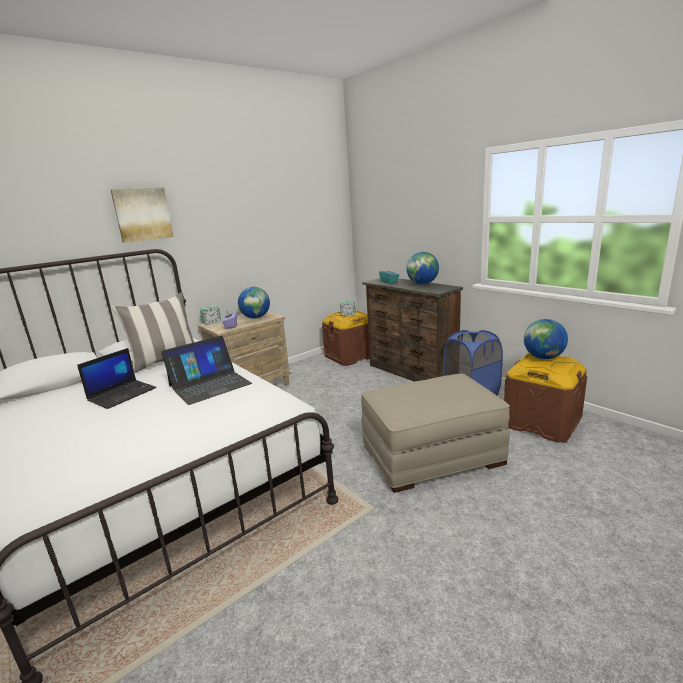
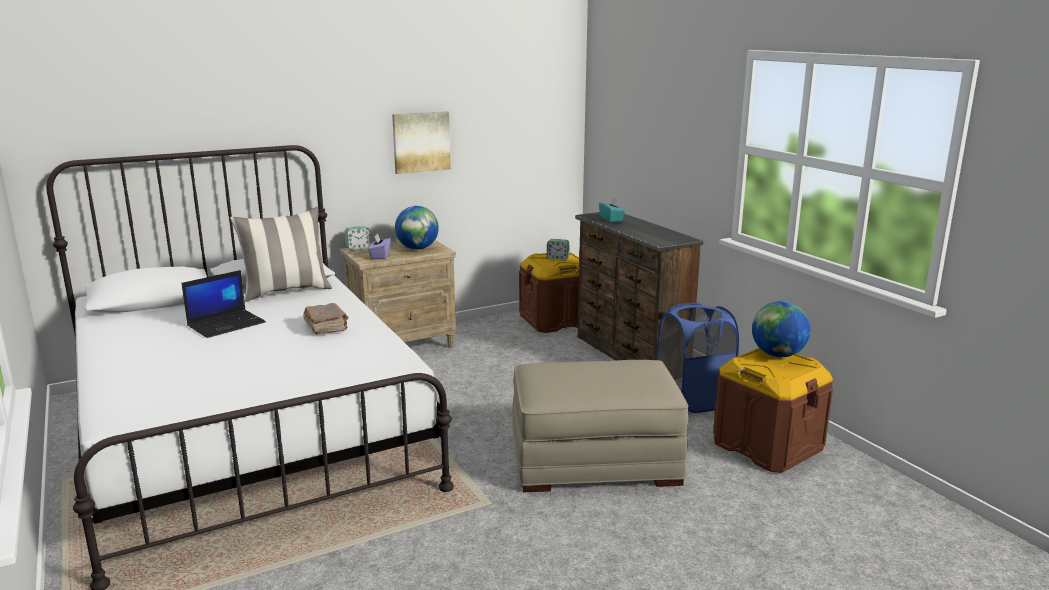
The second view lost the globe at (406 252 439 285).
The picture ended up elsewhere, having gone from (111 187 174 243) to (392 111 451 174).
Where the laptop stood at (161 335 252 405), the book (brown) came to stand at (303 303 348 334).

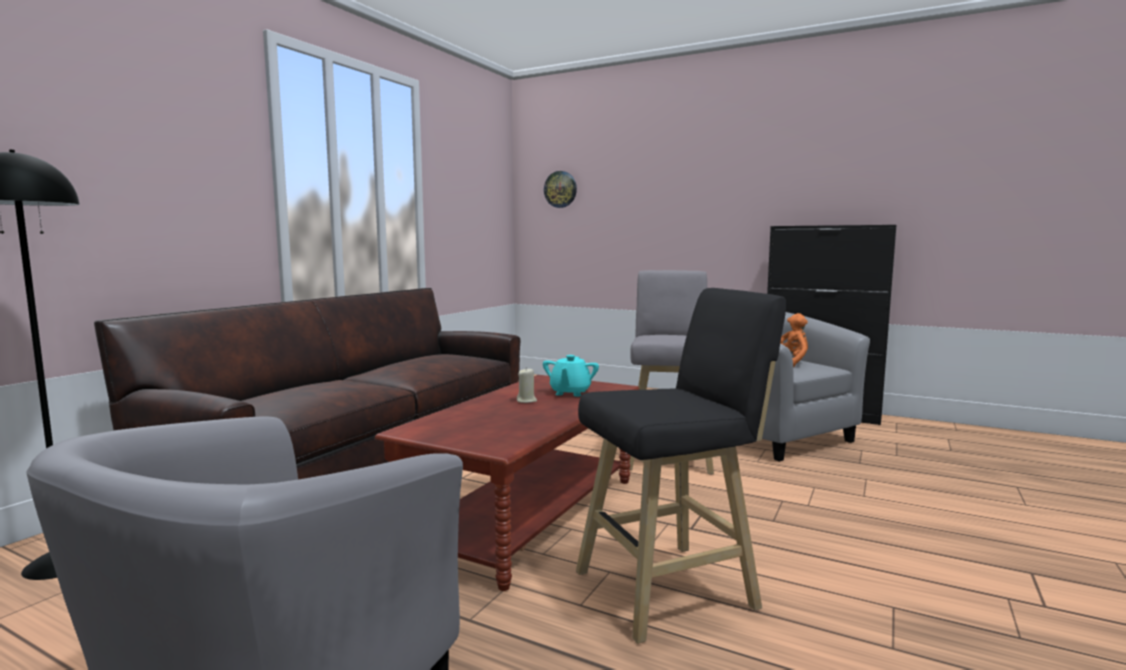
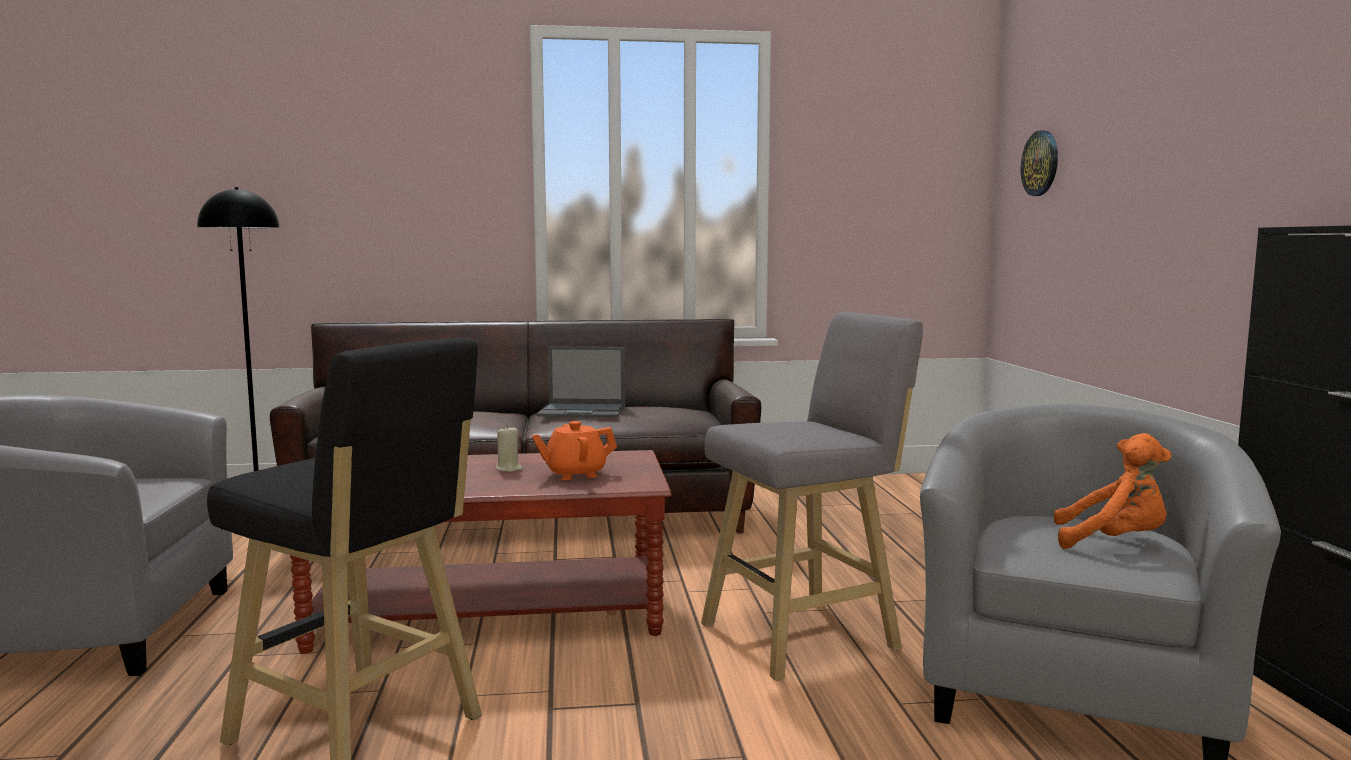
The second view gained the laptop at (537 346 625 418).
What was the teapot (turquoise) at (543 355 599 397) turned into the teapot (orange) at (532 421 617 480).

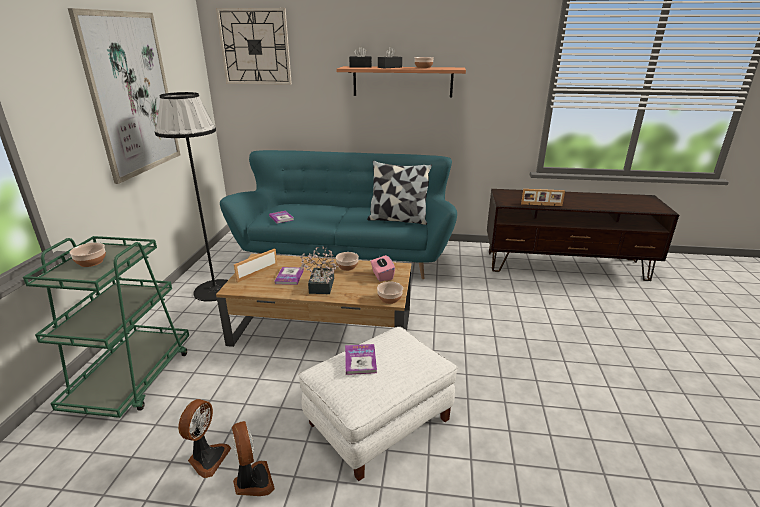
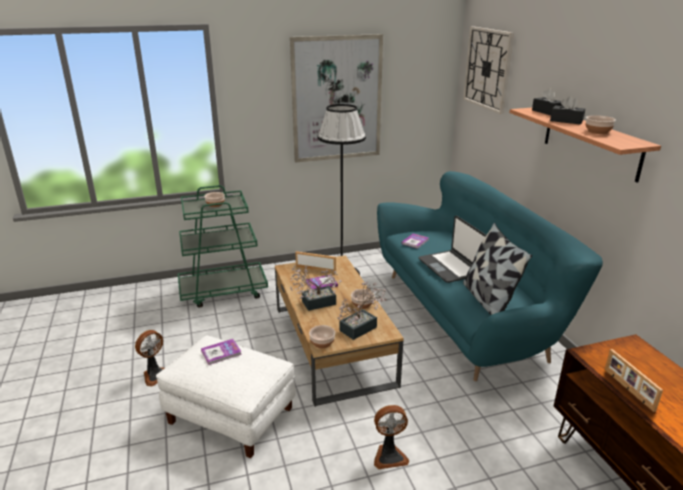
The second view gained the laptop at (419 216 486 283).
The fan ended up elsewhere, having gone from (178 399 231 478) to (374 405 409 469).
Where the tissue box (pink) stood at (370 255 395 281), the potted plant came to stand at (337 282 387 340).

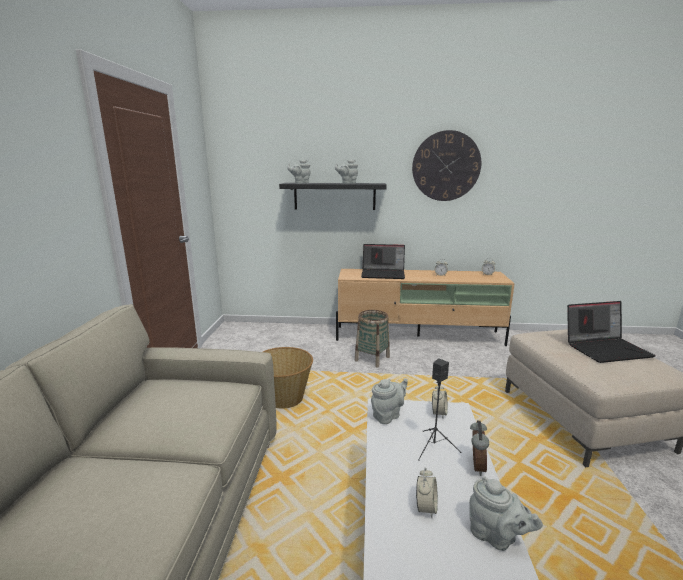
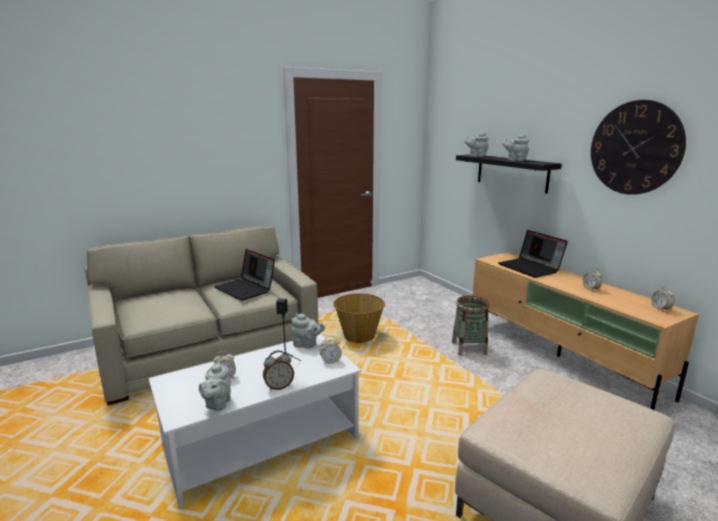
The laptop ended up elsewhere, having gone from (567 301 656 363) to (214 249 275 301).

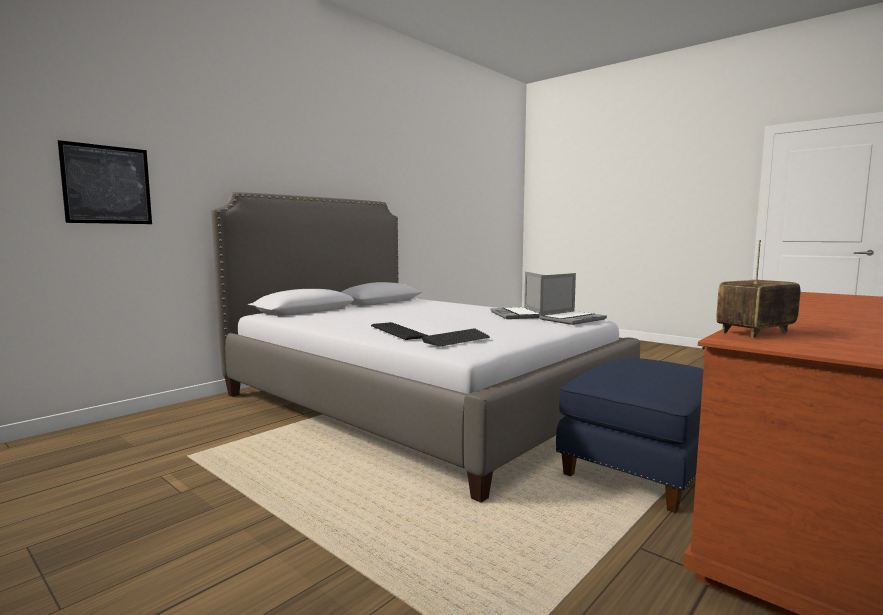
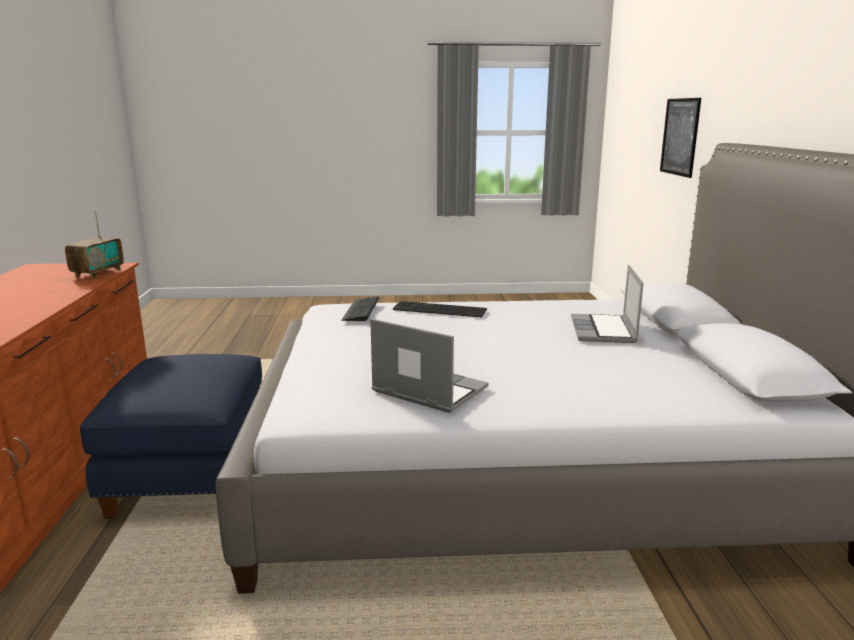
The laptop ended up elsewhere, having gone from (539 273 607 325) to (571 265 643 343).

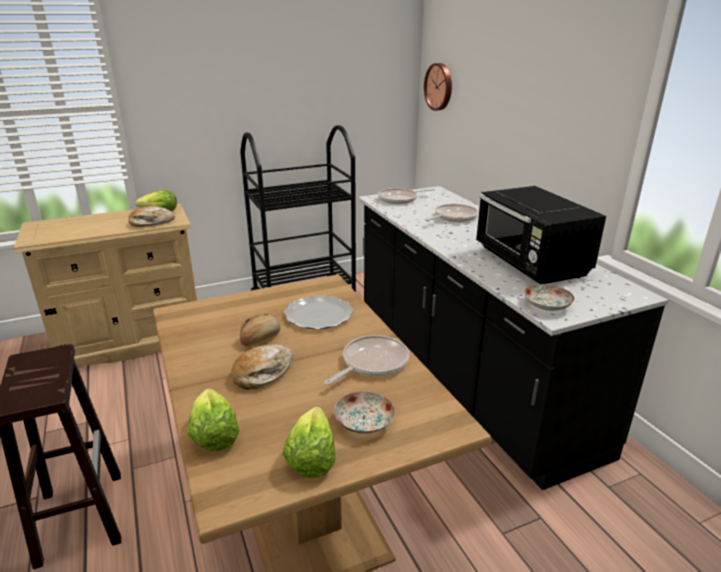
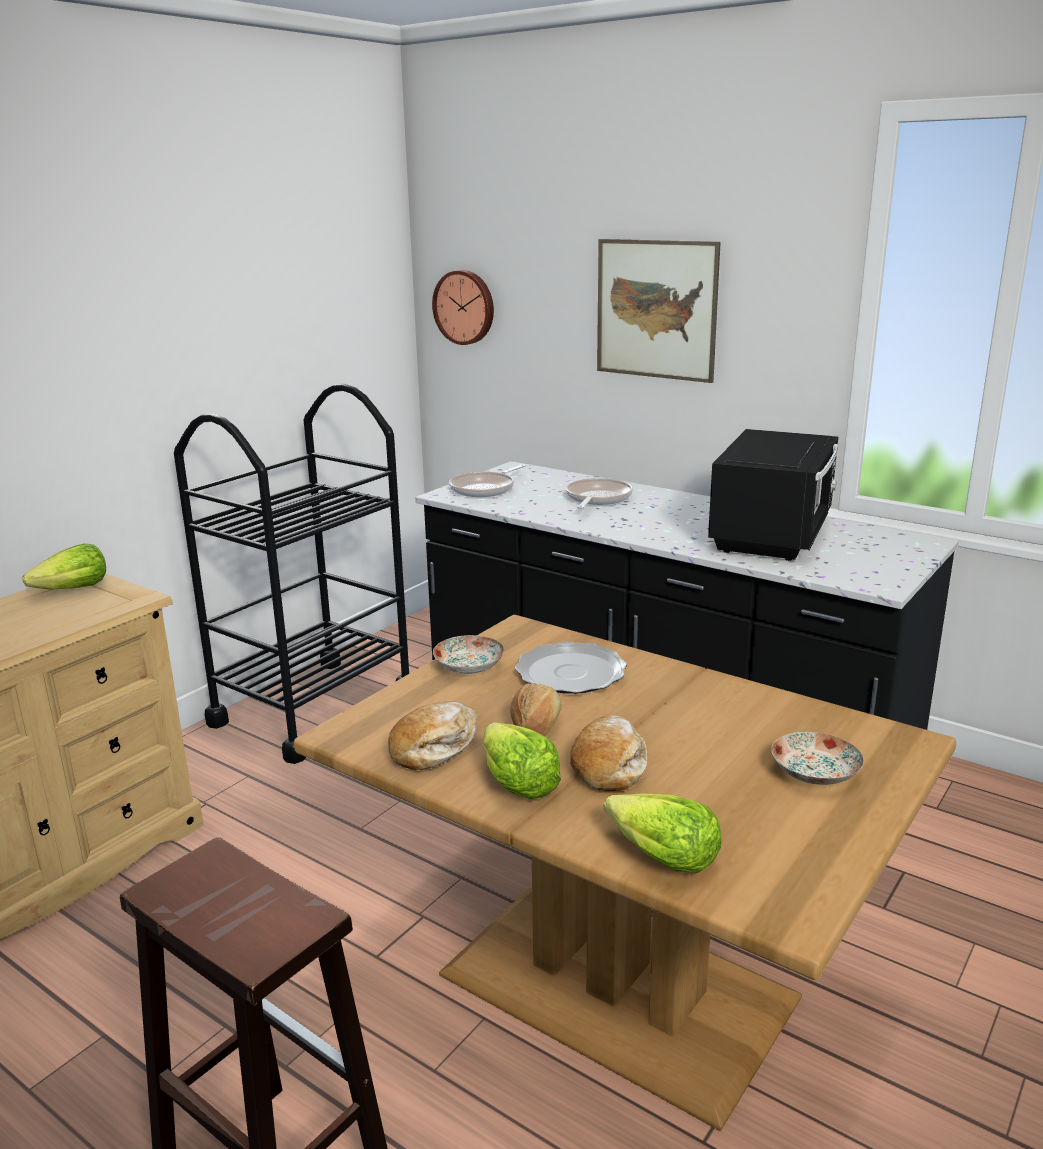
The second view lost the frying pan at (325 335 409 385).
The second view gained the picture at (597 239 721 383).
The bread ended up elsewhere, having gone from (129 206 175 227) to (388 701 479 770).
The lettuce ended up elsewhere, having gone from (282 407 336 478) to (483 723 561 799).
The plate ended up elsewhere, having gone from (524 284 574 311) to (433 635 504 674).
The microwave (black) at (476 186 606 284) ended up facing another way, 105 degrees counterclockwise from before.

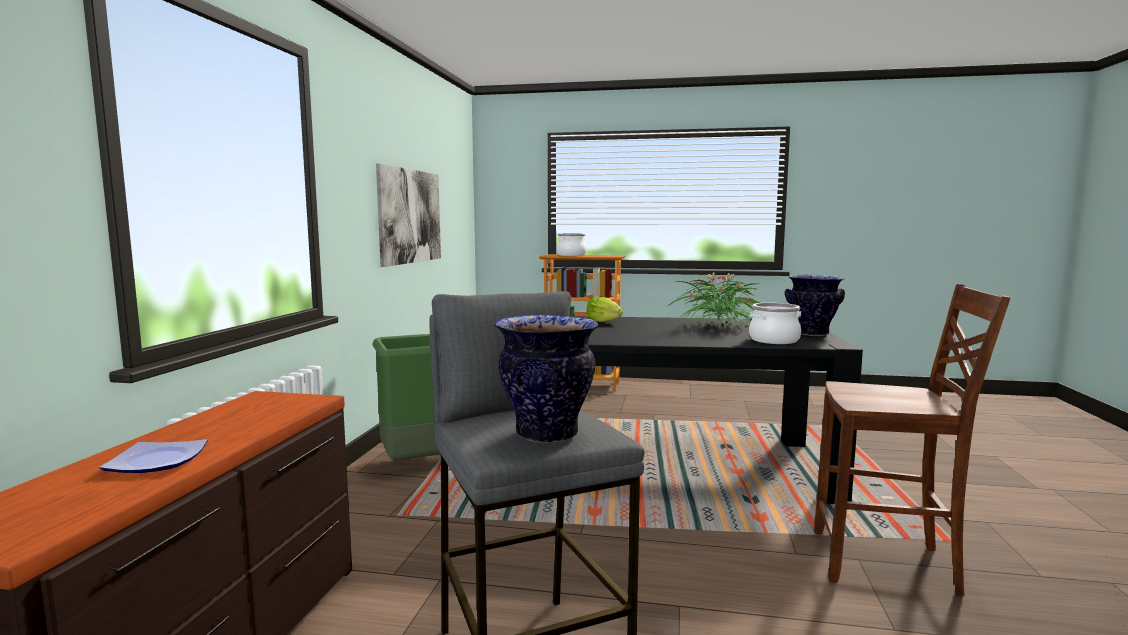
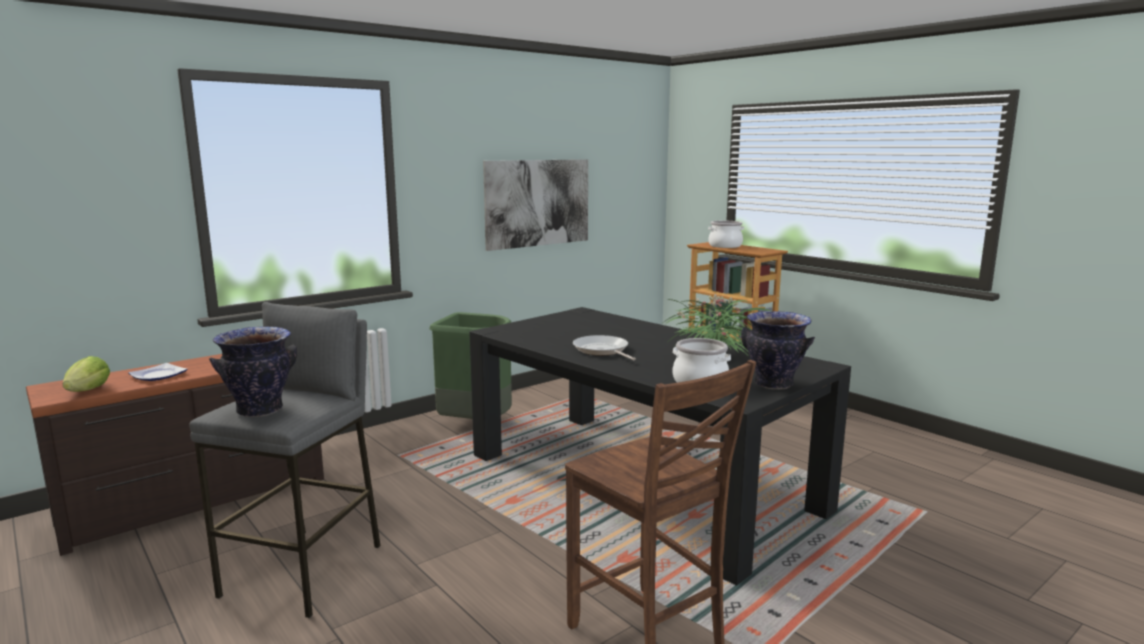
The second view gained the frying pan at (573 335 636 360).
The lettuce ended up elsewhere, having gone from (586 296 623 322) to (63 356 110 392).

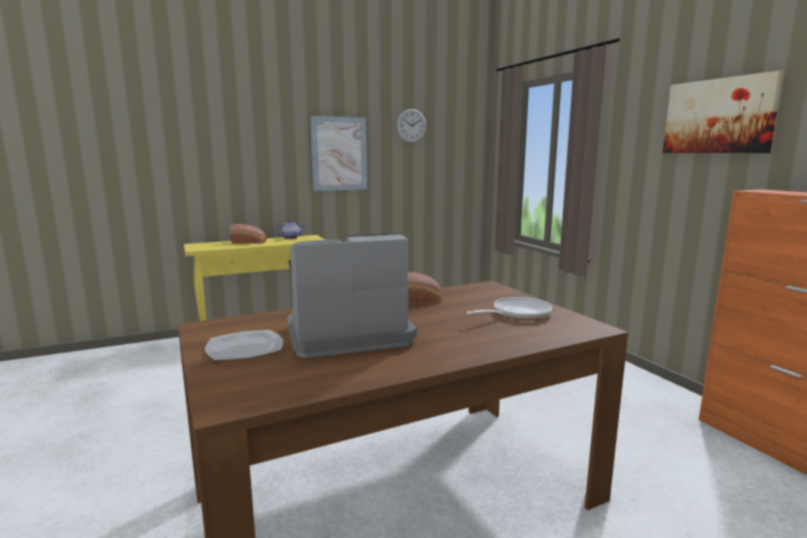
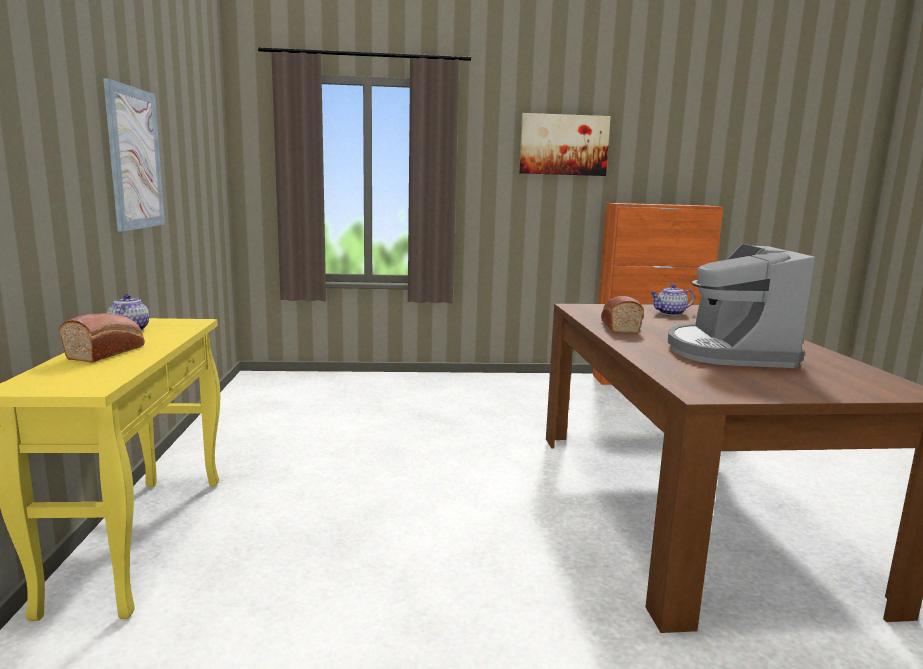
The second view lost the plate at (205 330 283 361).
The second view lost the wall clock at (396 109 427 143).
Where the frying pan stood at (466 297 552 320), the teapot came to stand at (650 284 694 315).

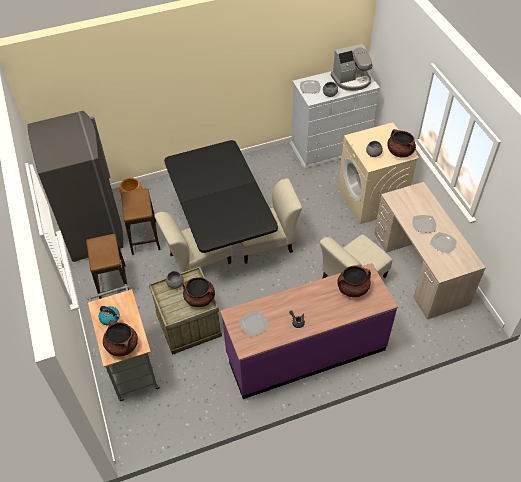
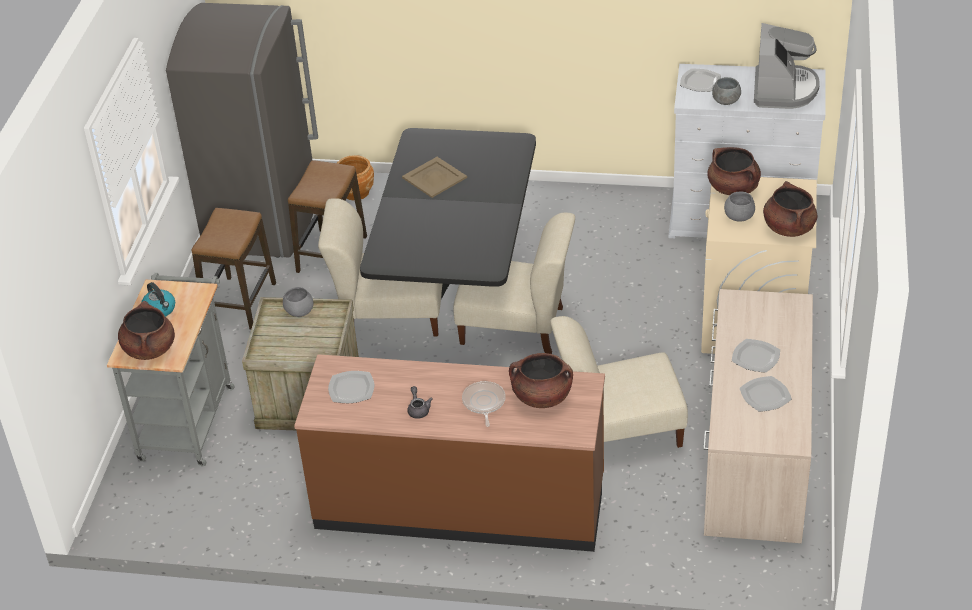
The second view gained the tray (beige) at (402 157 467 198).
The second view gained the frying pan at (462 381 506 427).
The cooking pot (brown) ended up elsewhere, having gone from (182 277 215 307) to (707 147 761 195).
What was the counter (purple) at (220 263 398 399) turned into the counter (brown) at (294 354 605 552).
The coffee machine at (331 44 373 91) ended up facing another way, 90 degrees counterclockwise from before.

